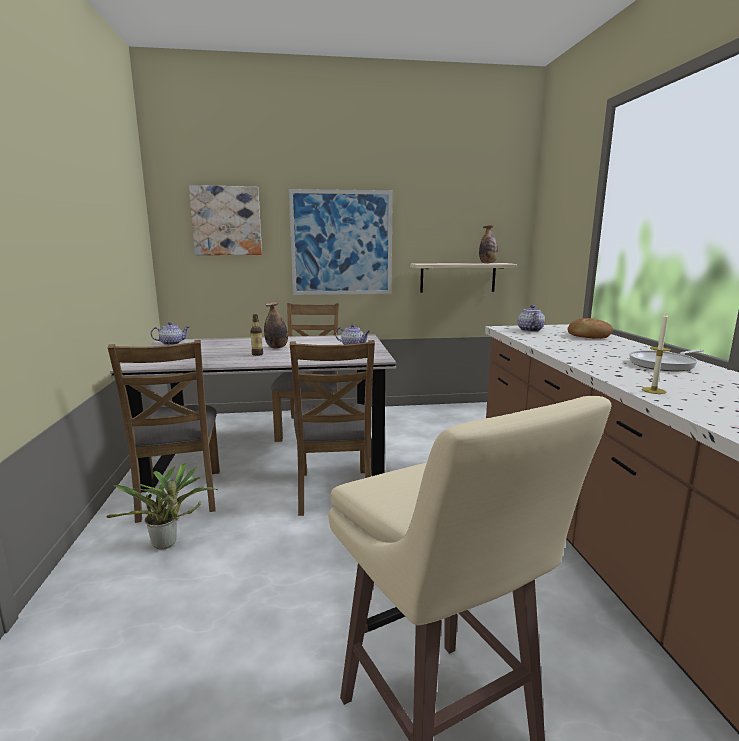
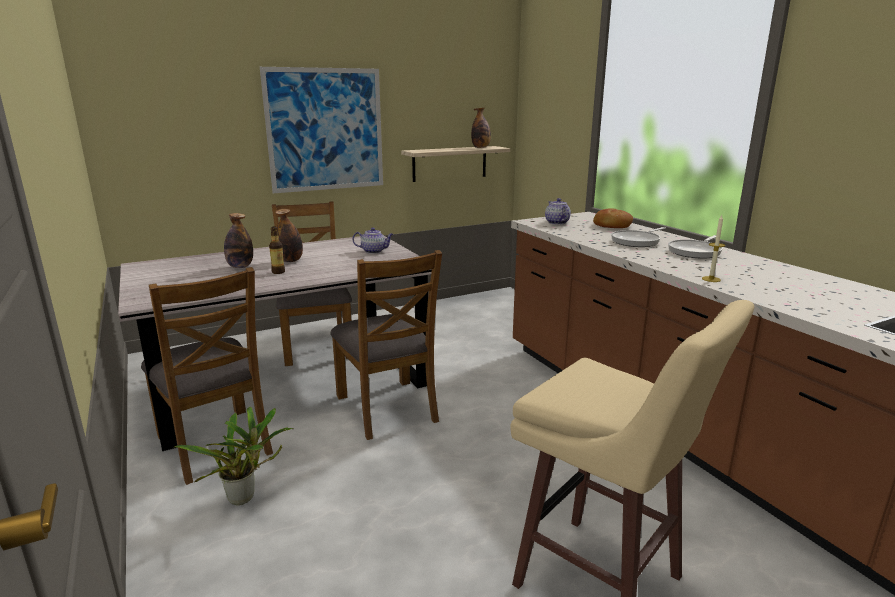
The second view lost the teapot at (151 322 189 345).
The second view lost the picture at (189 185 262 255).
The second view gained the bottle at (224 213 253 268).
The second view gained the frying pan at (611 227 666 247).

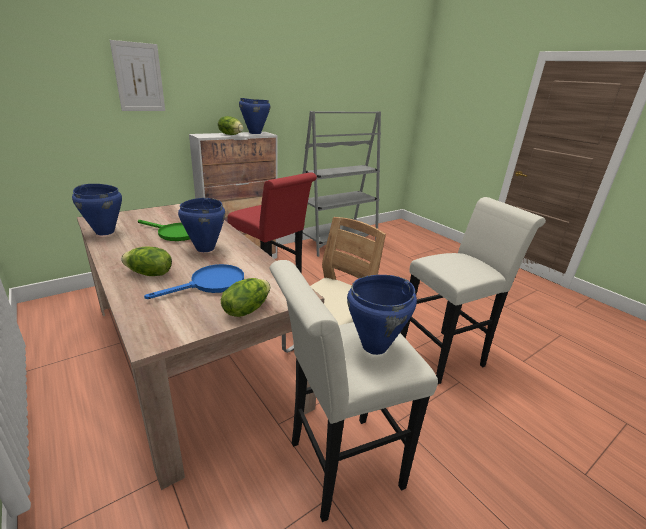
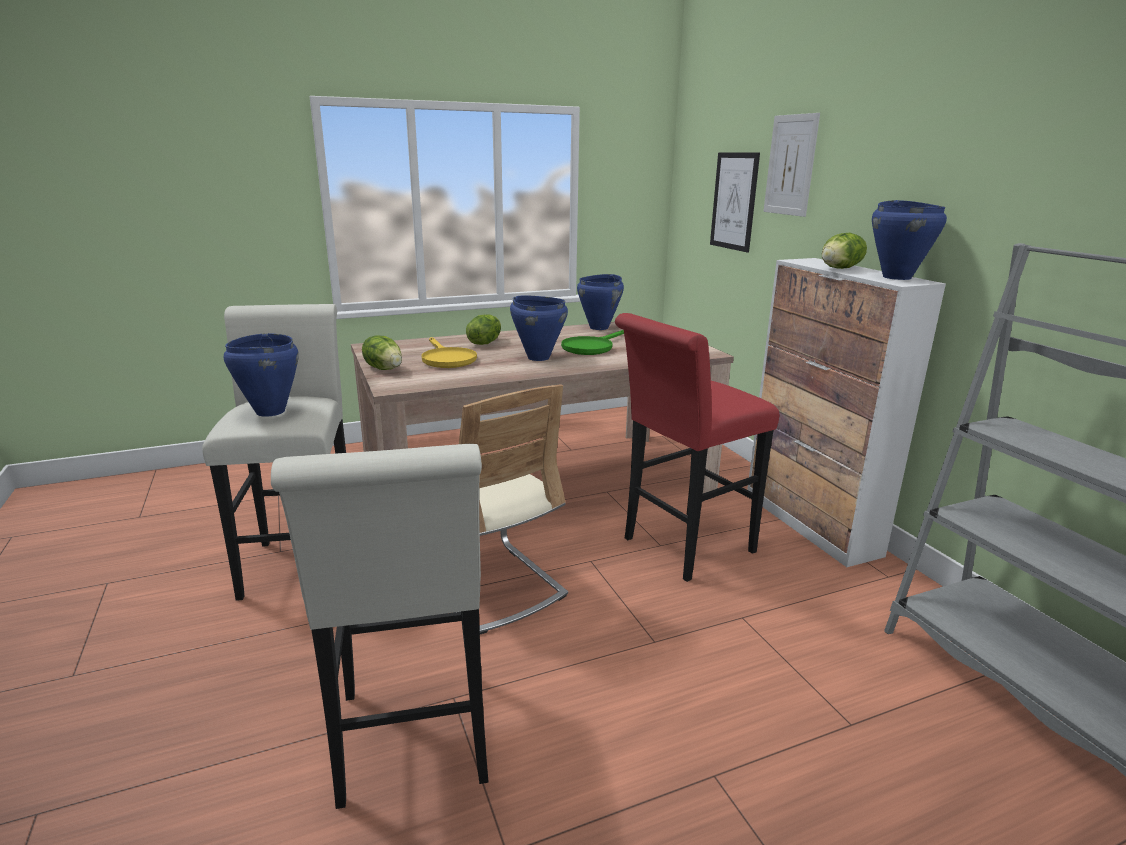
The second view gained the picture at (710 152 760 252).
What was the frying pan (blue) at (144 264 244 299) turned into the frying pan (yellow) at (422 337 477 368).

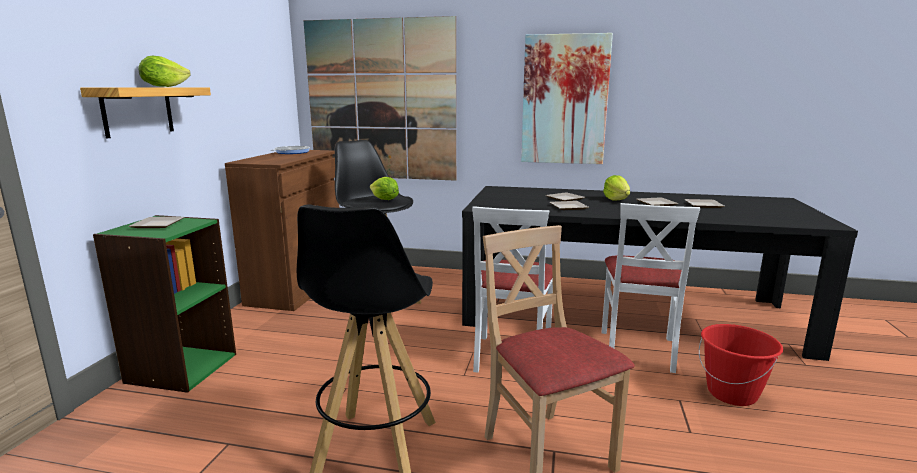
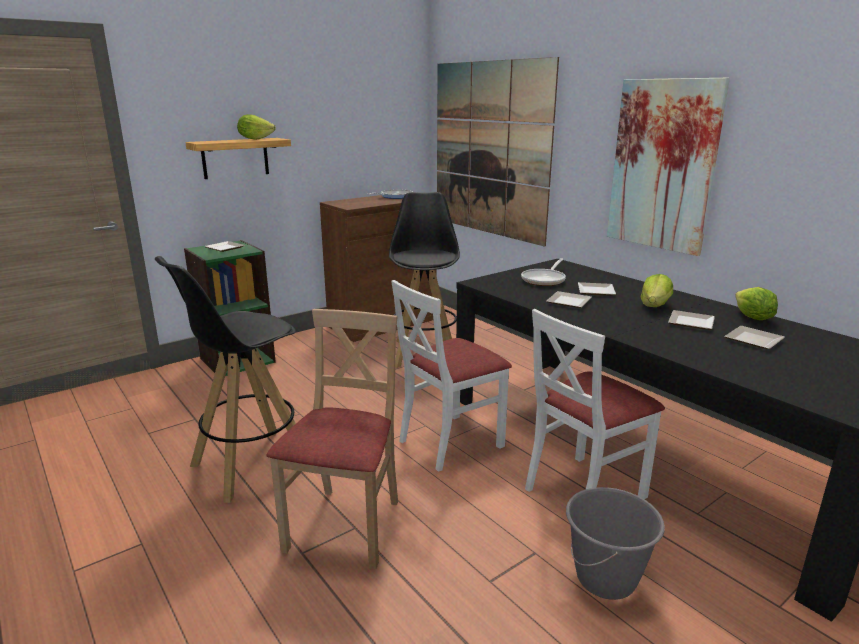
The second view gained the frying pan at (521 258 566 286).
The lettuce ended up elsewhere, having gone from (370 177 399 200) to (735 287 778 320).
What was the bucket (red) at (699 324 783 406) turned into the bucket (grey) at (566 487 665 600).

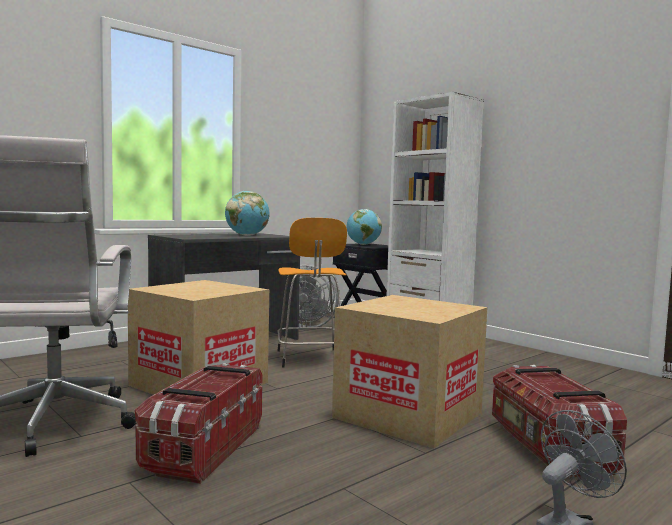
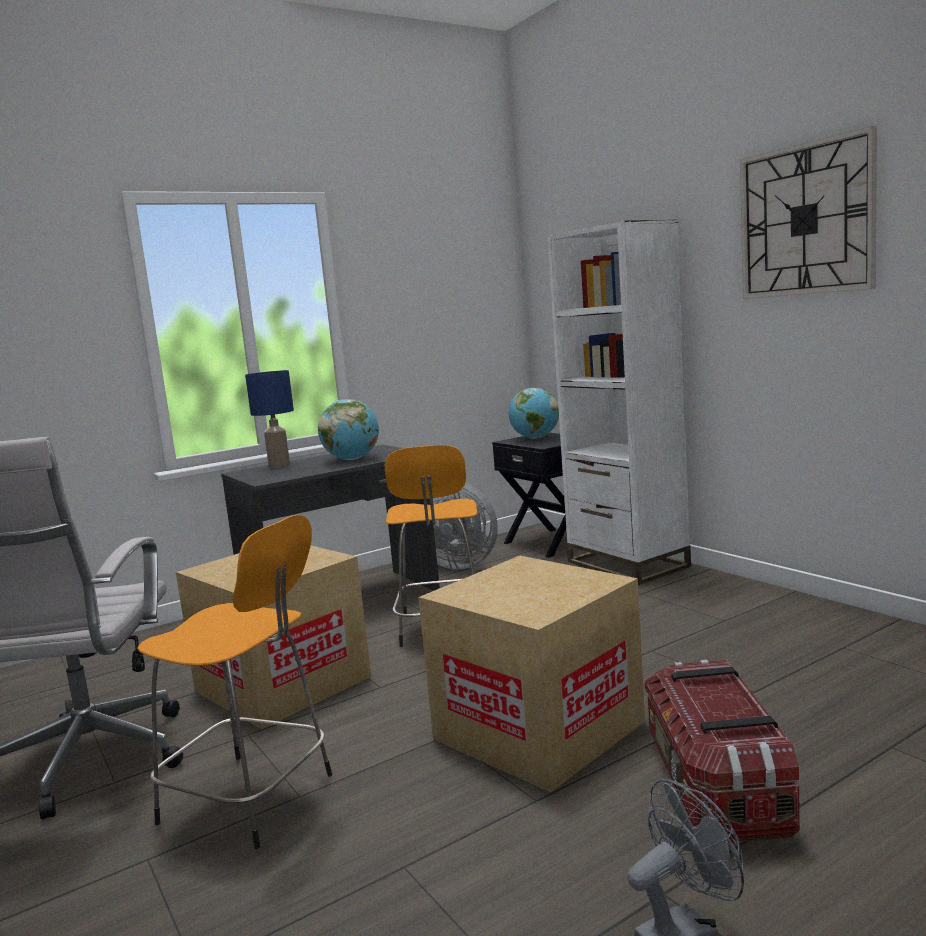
The second view gained the table lamp (blue) at (245 370 294 468).
The second view gained the wall clock at (740 126 877 299).
Where the storage box stood at (135 363 263 484), the stool (orange) came to stand at (137 515 332 849).

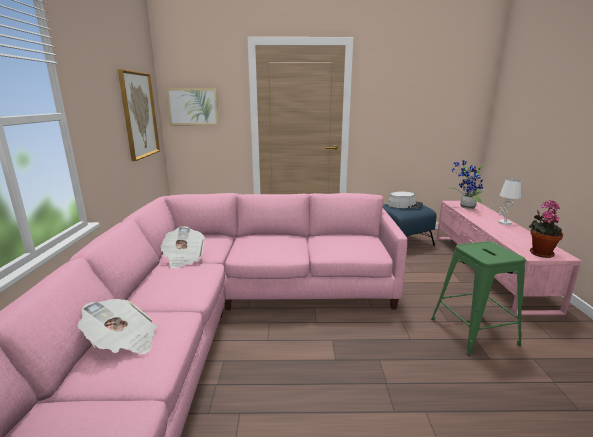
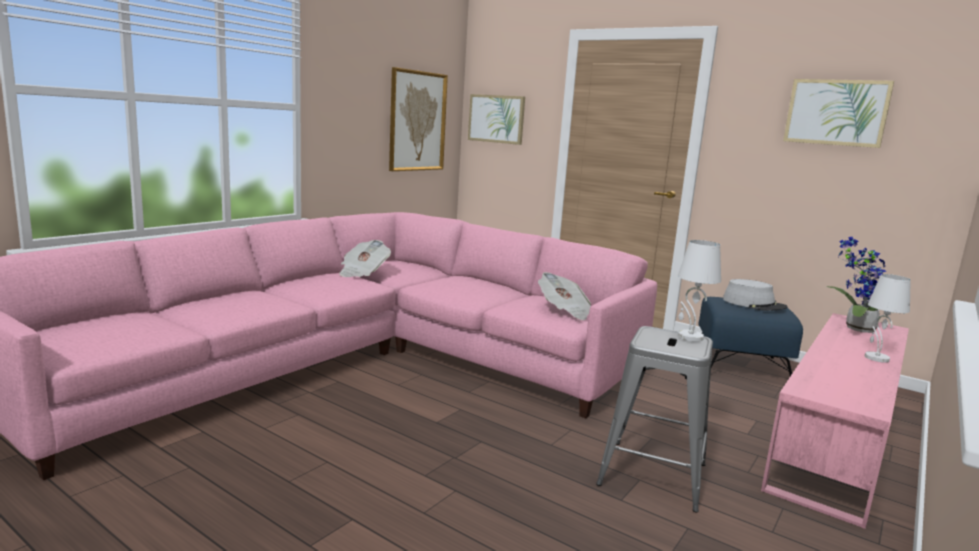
The second view lost the potted plant at (529 200 563 258).
The second view gained the table lamp (white) at (678 240 721 342).
The second view gained the picture at (783 79 894 148).
The newspaper ended up elsewhere, having gone from (78 299 158 354) to (538 272 591 320).
What was the stool (green) at (431 241 526 356) turned into the stool (grey) at (596 326 713 513).

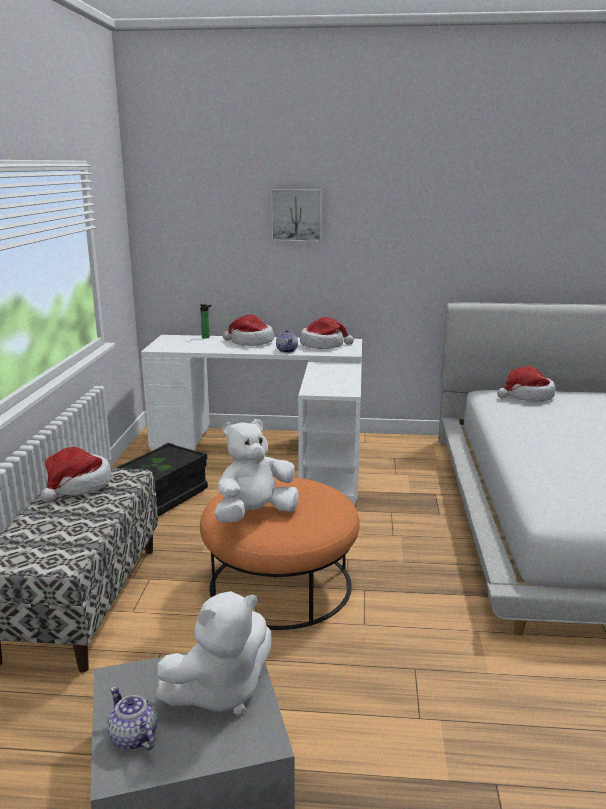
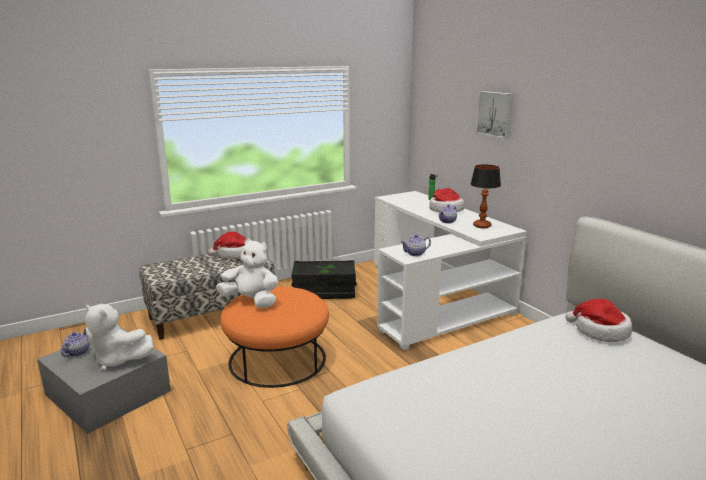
The second view gained the teapot at (401 235 431 256).
Where the hat stood at (300 317 354 349), the table lamp came to stand at (471 165 501 228).

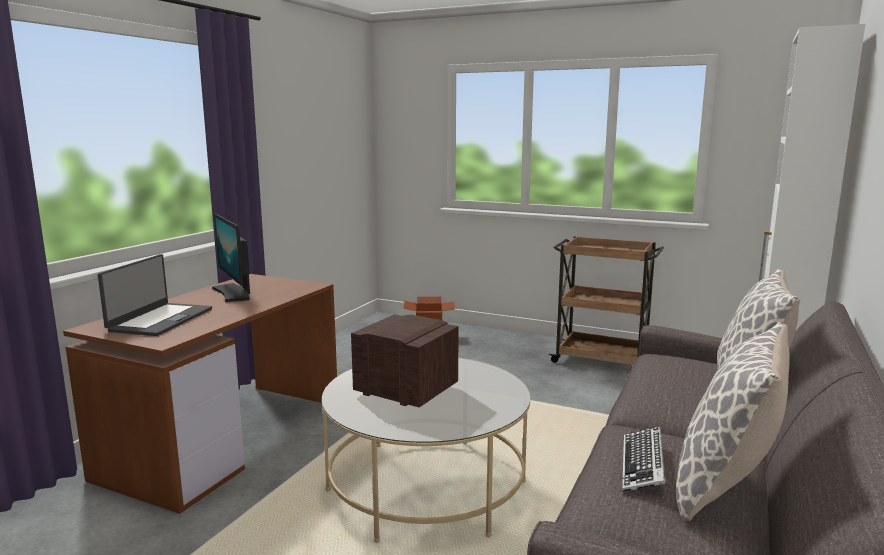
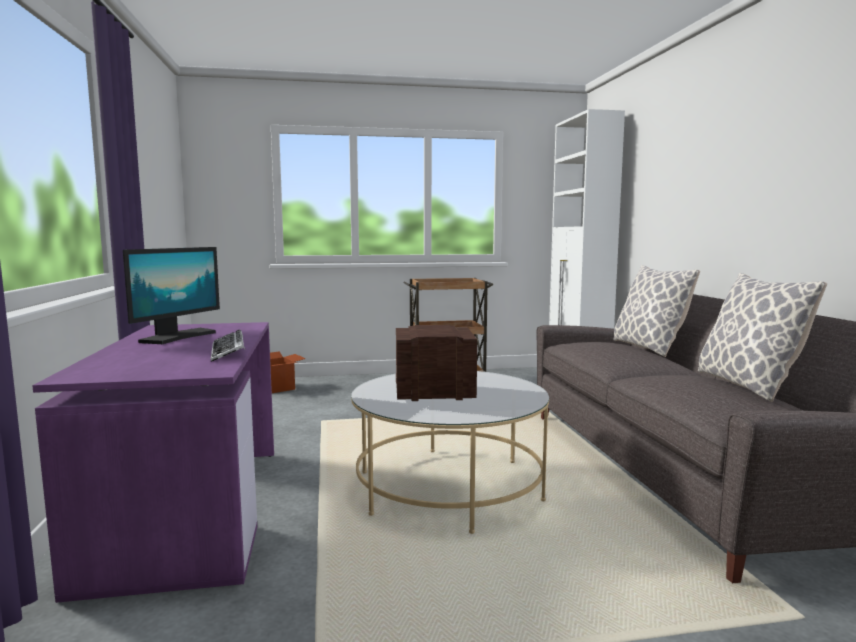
The second view lost the laptop at (98 254 212 336).
The keyboard ended up elsewhere, having gone from (622 427 666 492) to (211 330 245 362).
What was the desk (brown) at (63 274 337 514) turned into the desk (purple) at (32 322 274 603).
The monitor at (212 213 250 302) ended up facing another way, 90 degrees counterclockwise from before.

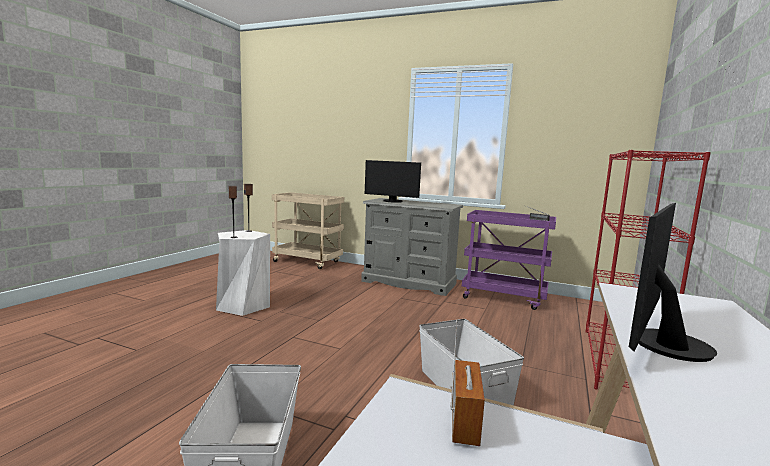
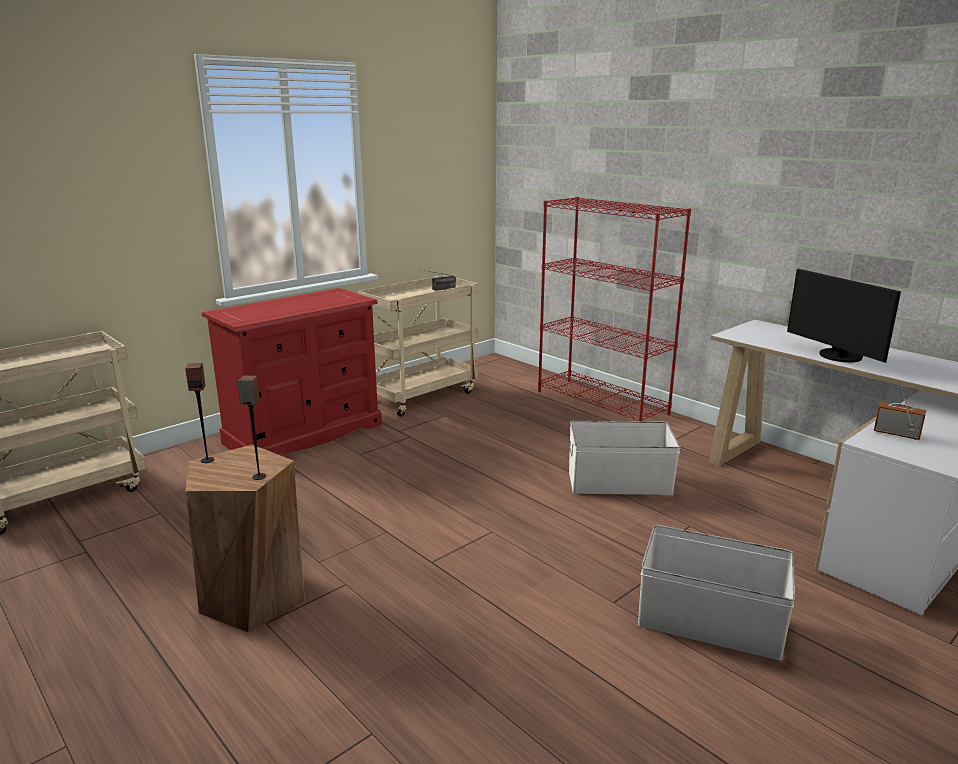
The second view lost the monitor at (365 160 421 203).
What was the stool (white) at (216 230 270 316) turned into the stool (brown) at (186 444 305 632).
What was the dresser (grey) at (361 198 463 296) turned into the dresser (red) at (202 288 382 455).
What was the cart (purple) at (462 210 556 310) turned into the cart (beige) at (358 275 478 417).

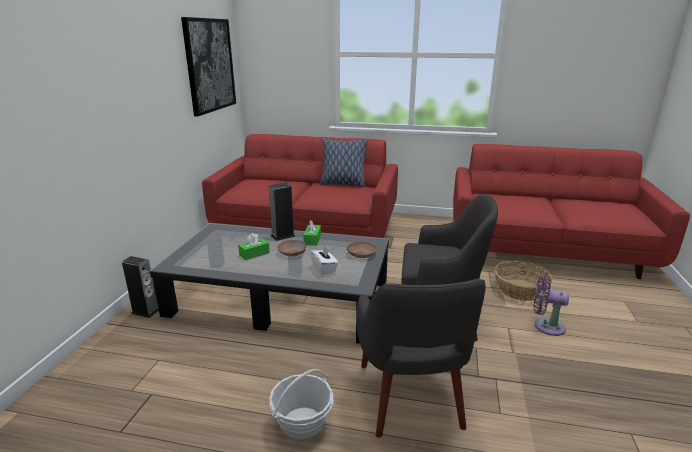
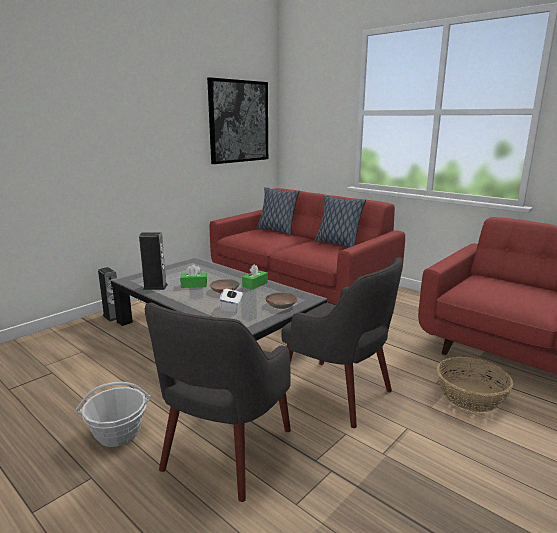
The second view lost the fan (purple) at (533 276 569 336).
The second view gained the pillow at (257 187 300 235).
The speaker ended up elsewhere, having gone from (269 182 295 241) to (139 232 168 290).

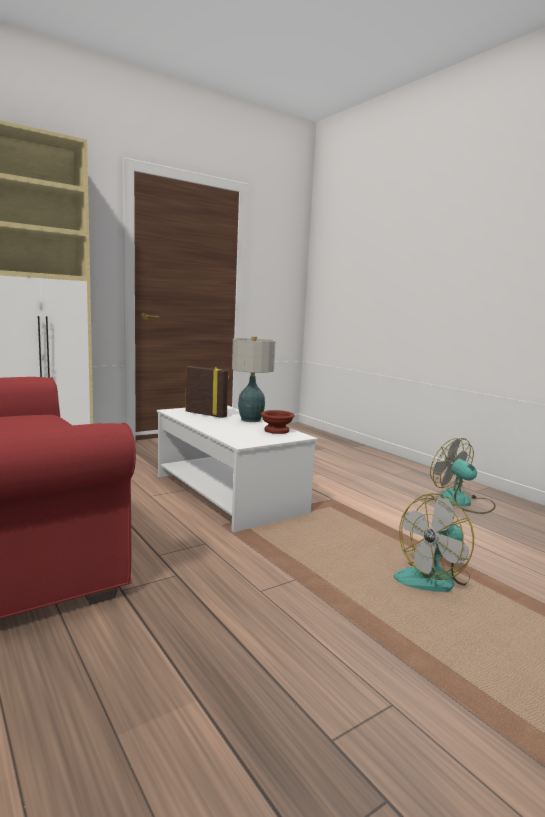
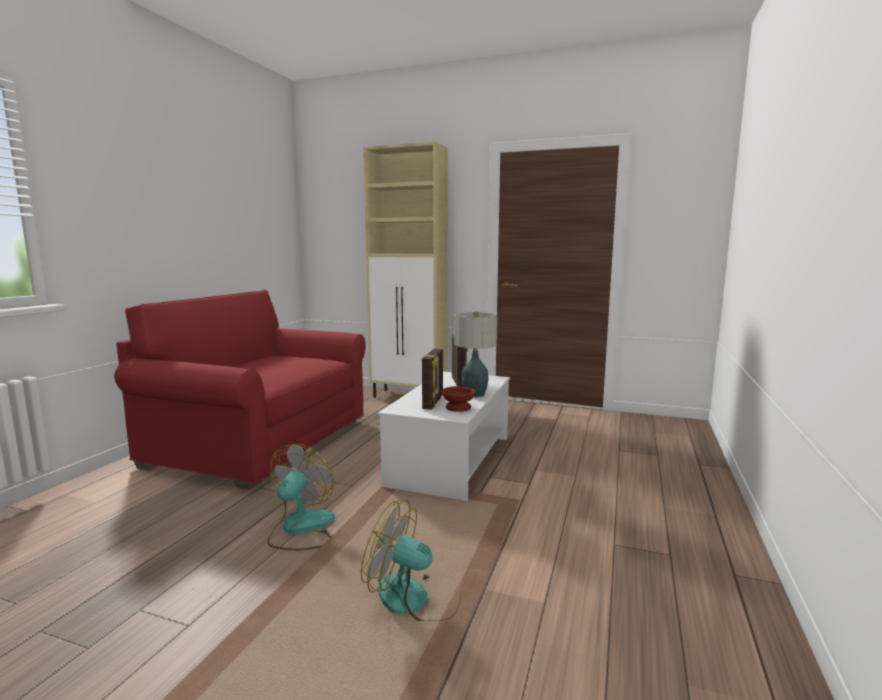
The second view gained the picture frame at (422 349 443 410).
The fan ended up elsewhere, having gone from (430 438 496 514) to (267 444 335 551).

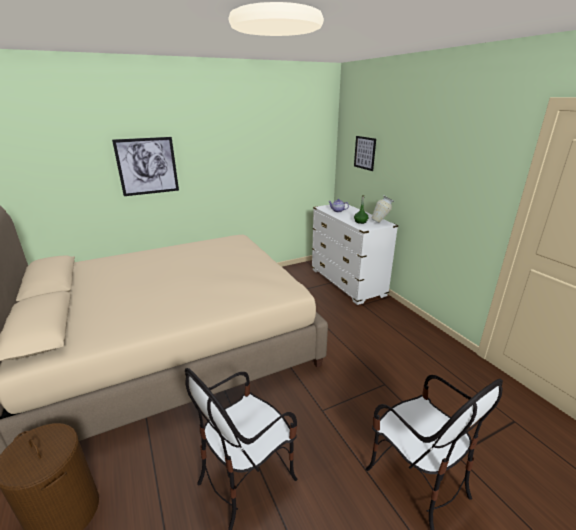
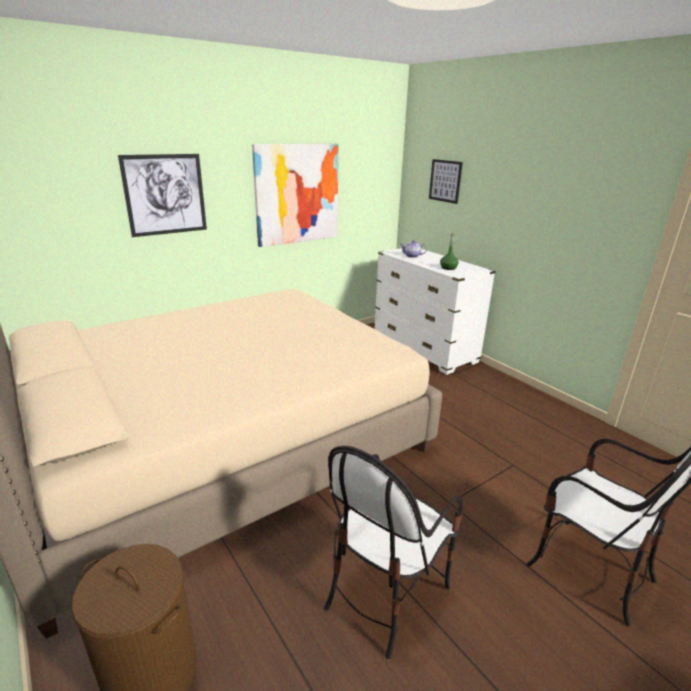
The second view lost the vase at (372 195 395 223).
The second view gained the picture at (252 144 339 247).

